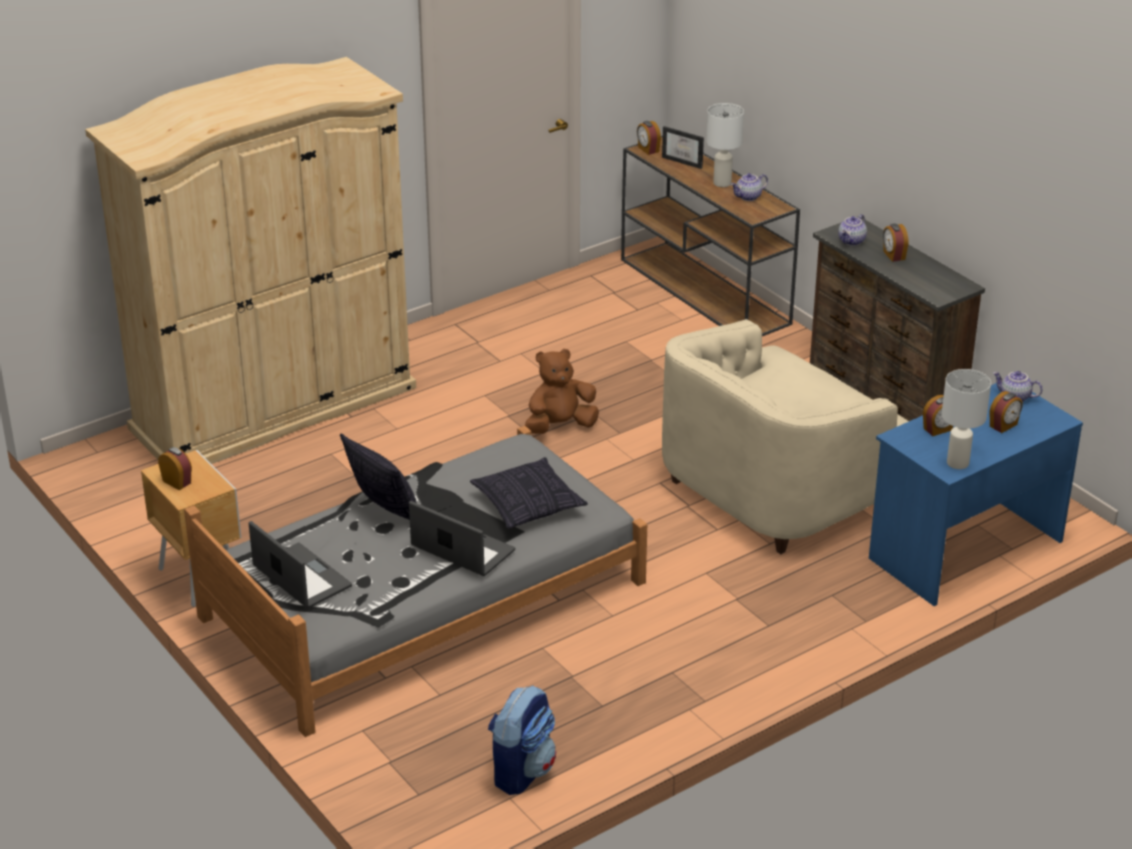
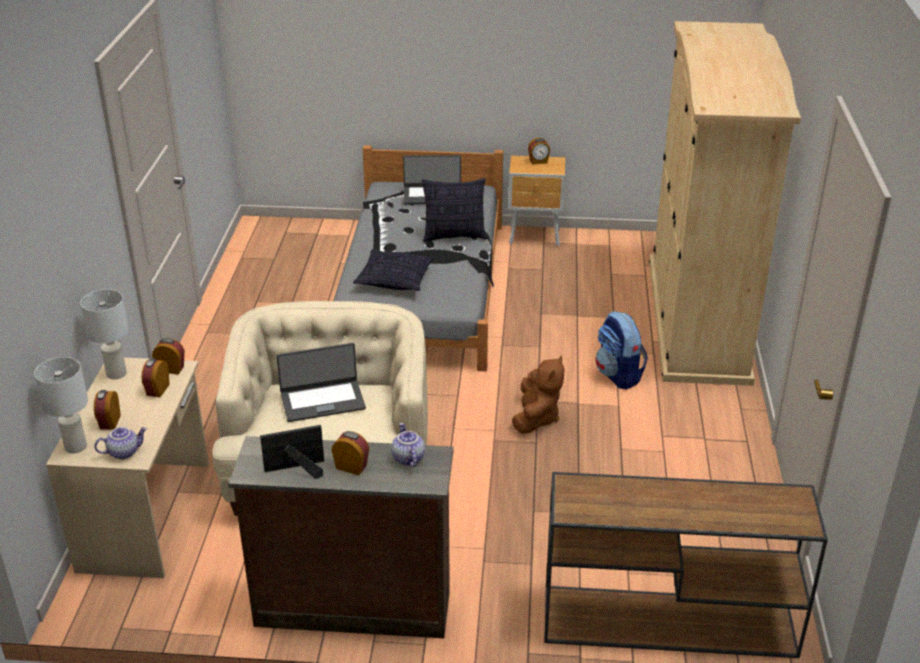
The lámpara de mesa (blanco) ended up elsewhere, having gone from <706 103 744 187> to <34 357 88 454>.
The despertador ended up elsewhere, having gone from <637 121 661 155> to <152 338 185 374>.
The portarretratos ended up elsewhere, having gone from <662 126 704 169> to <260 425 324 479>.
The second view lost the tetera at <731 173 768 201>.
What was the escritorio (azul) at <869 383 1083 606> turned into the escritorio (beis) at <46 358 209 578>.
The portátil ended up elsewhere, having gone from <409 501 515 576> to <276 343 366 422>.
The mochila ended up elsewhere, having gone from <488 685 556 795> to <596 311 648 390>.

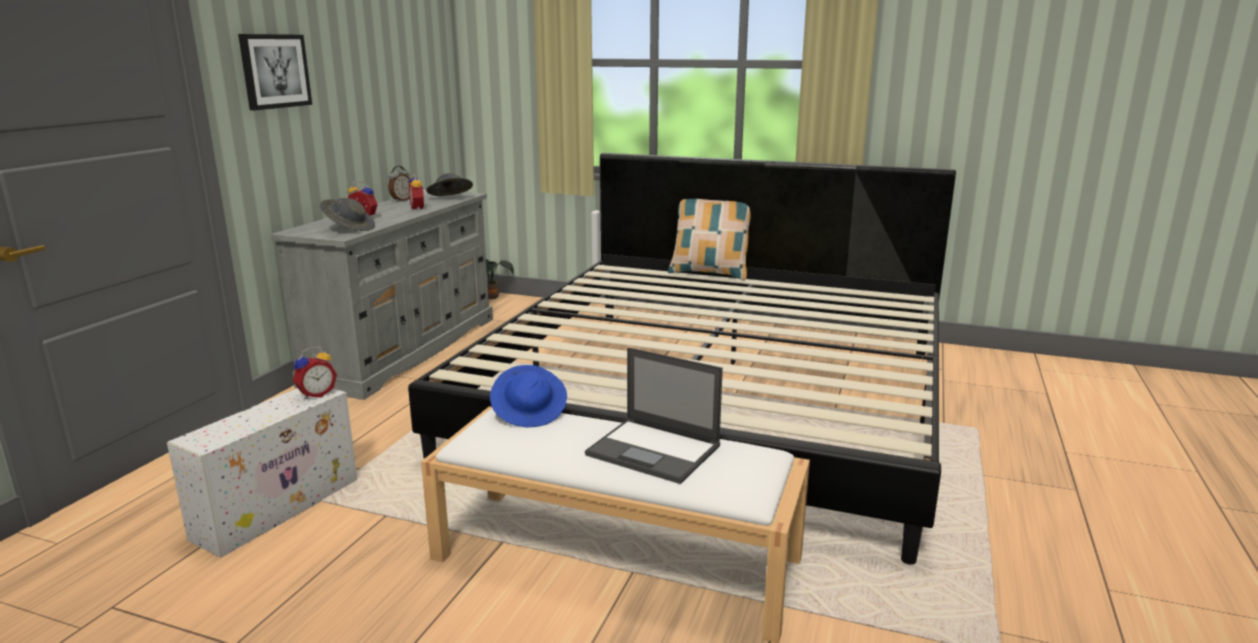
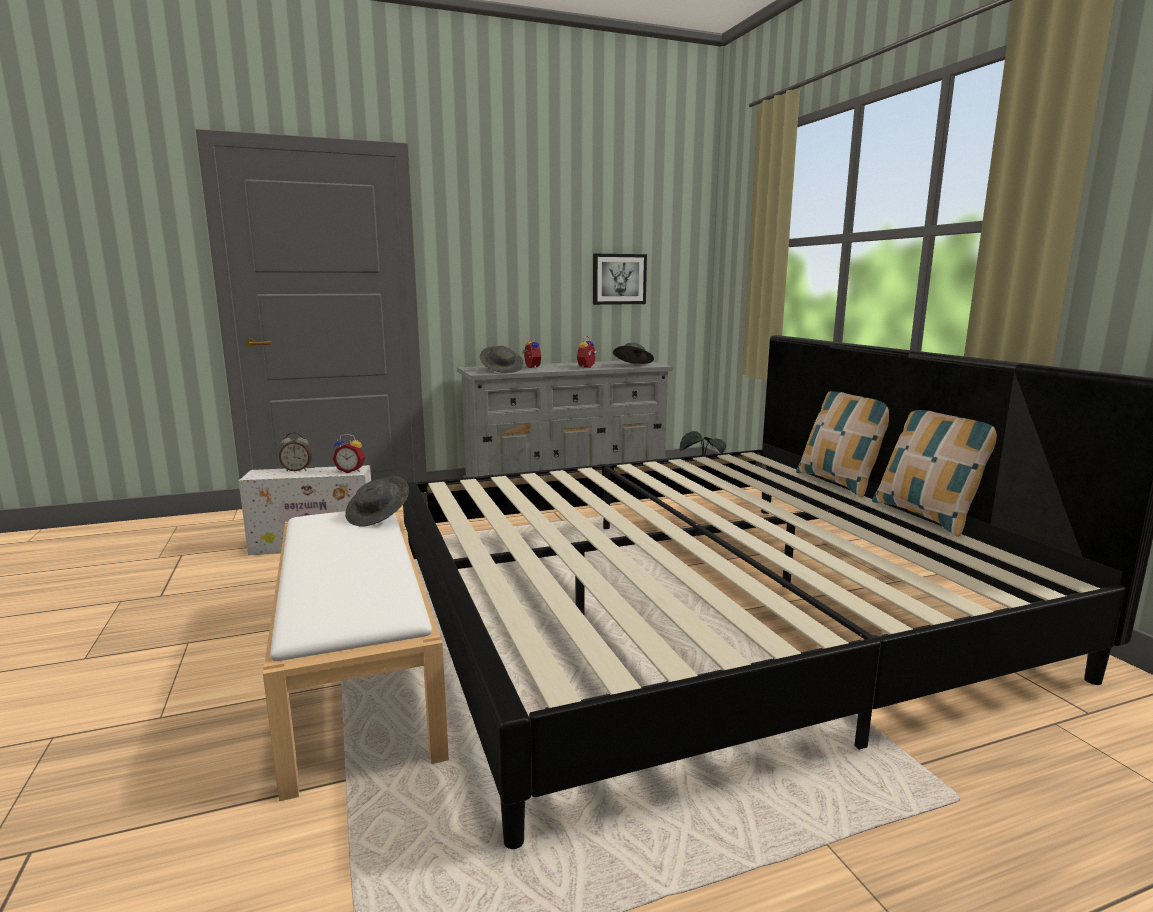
The cuadro ended up elsewhere, having gone from <238 34 312 110> to <593 254 647 305>.
The despertador ended up elsewhere, having gone from <388 166 410 202> to <279 432 312 471>.
The second view lost the portátil at <585 347 723 484>.
What was the sombrero (azul) at <490 365 567 427> turned into the sombrero (gris) at <345 476 409 527>.
The second view gained the cojín at <872 410 997 537>.

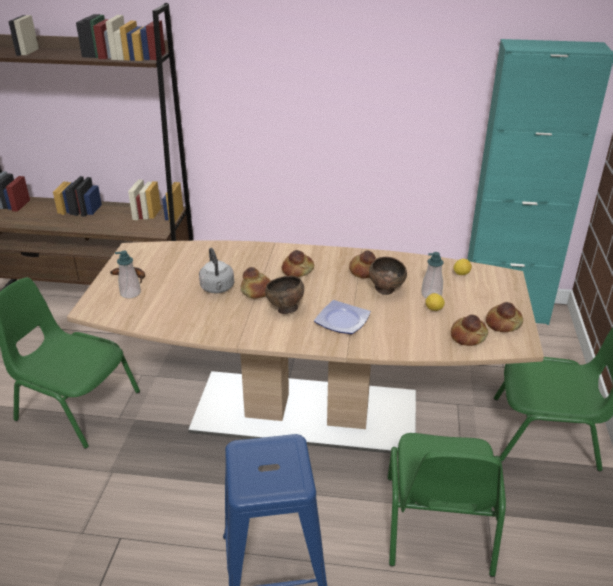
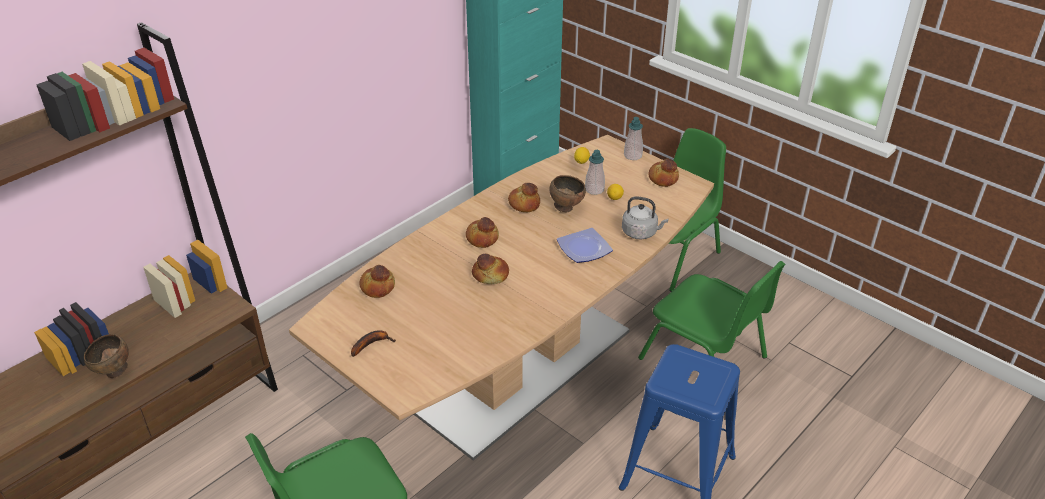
The hervidor (gris) ended up elsewhere, having gone from <199 248 234 293> to <622 196 668 239>.
The dispensador de jabón ended up elsewhere, having gone from <115 251 141 298> to <624 117 643 160>.
The cuenco (marrón) ended up elsewhere, having gone from <265 276 304 314> to <84 334 129 378>.
The pan ended up elsewhere, having gone from <451 315 488 346> to <359 265 395 298>.

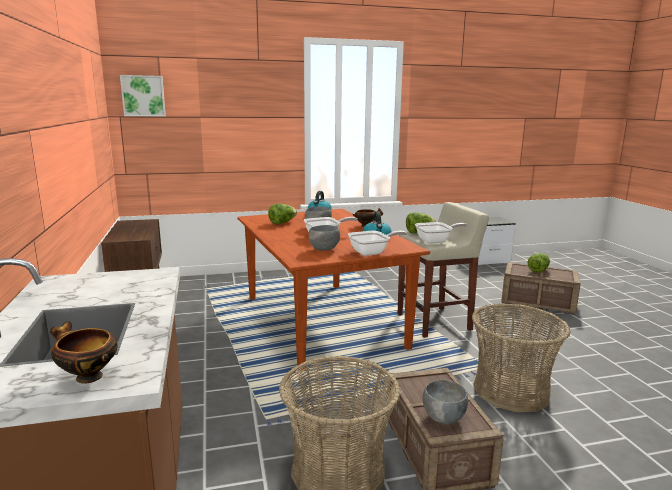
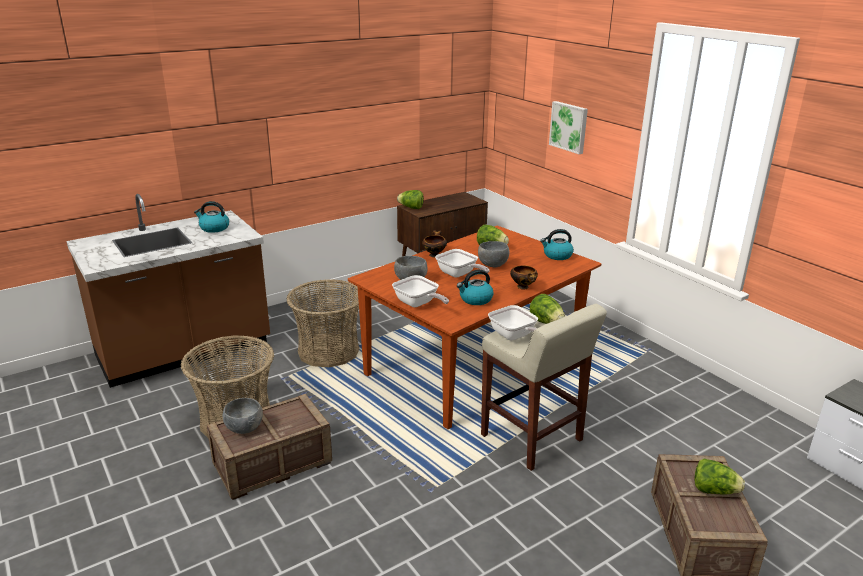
The cuadro ended up elsewhere, having gone from <120 75 166 116> to <549 101 588 154>.
The cesta ended up elsewhere, having gone from <472 303 570 412> to <286 279 359 367>.
The cuenco ended up elsewhere, having gone from <50 321 118 384> to <422 230 447 257>.
The second view gained the lechuga at <397 190 424 209>.
The second view gained the hervidor at <194 201 229 233>.

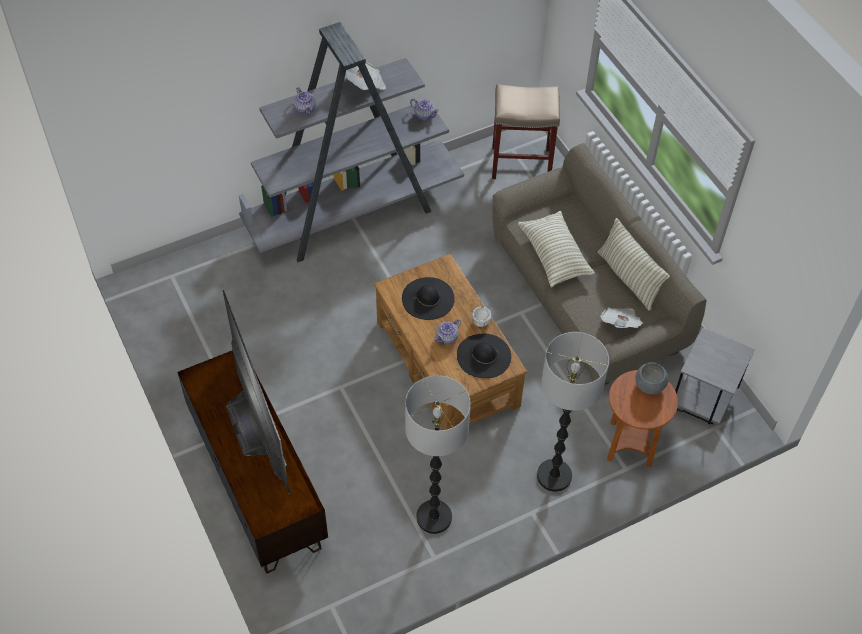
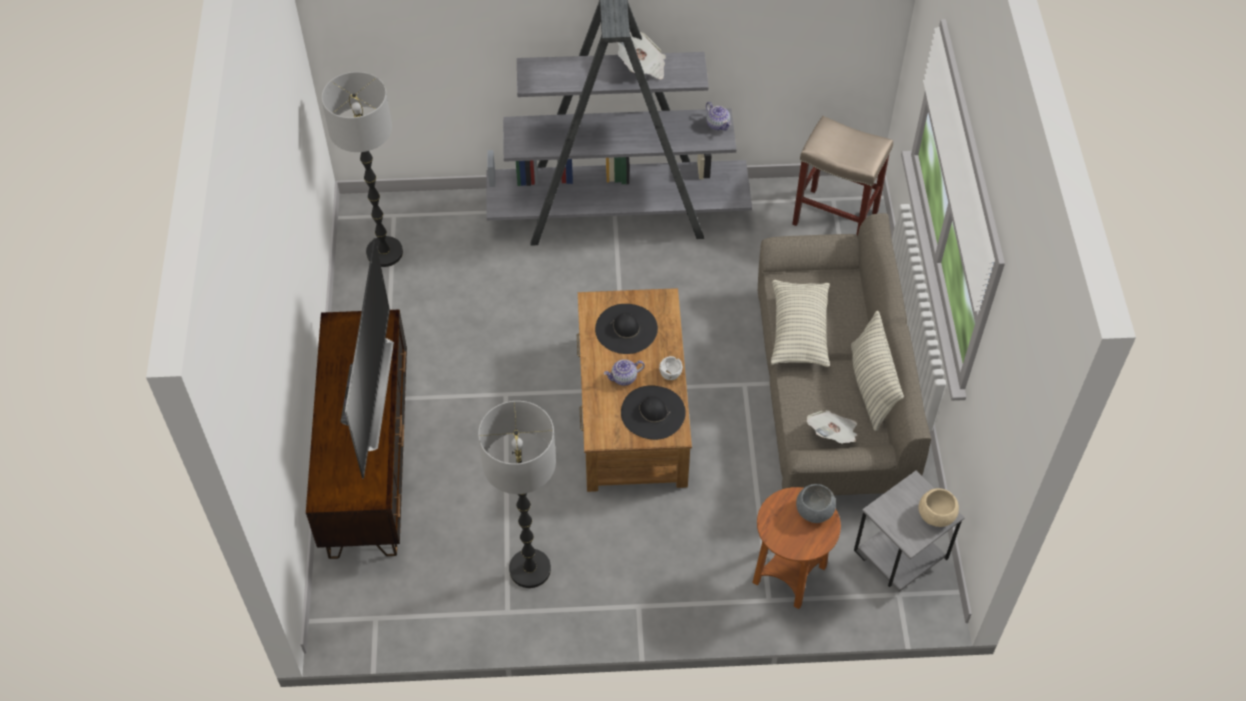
The second view lost the tetera at <294 87 316 115>.
The lámpara de pie ended up elsewhere, having gone from <537 332 609 492> to <321 72 403 267>.
The second view gained the cuenco (beis) at <919 488 959 527>.

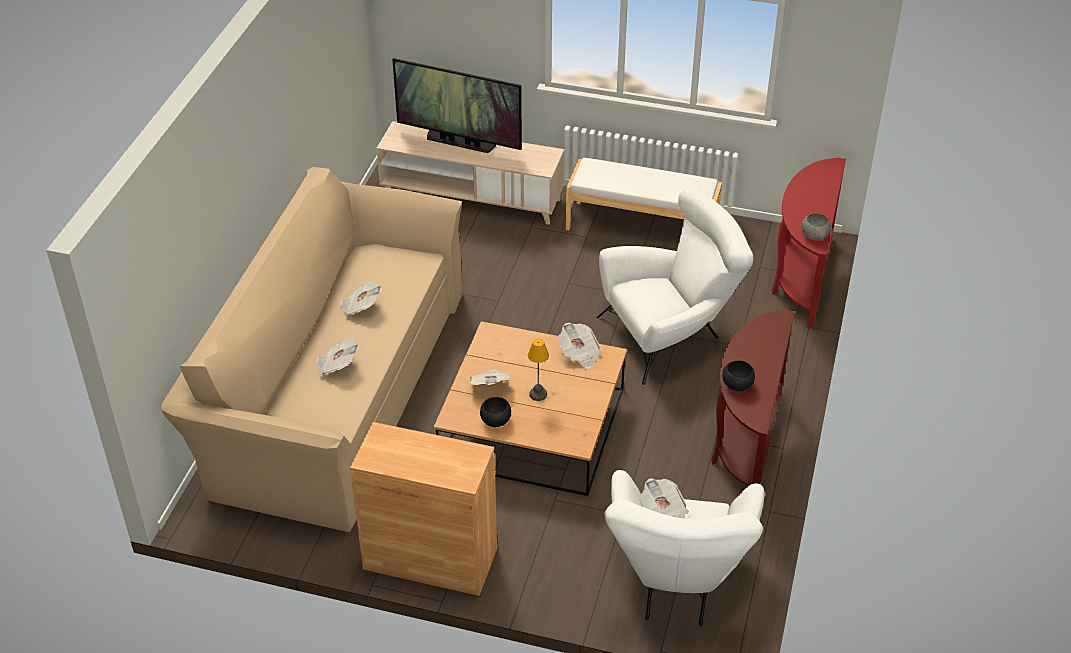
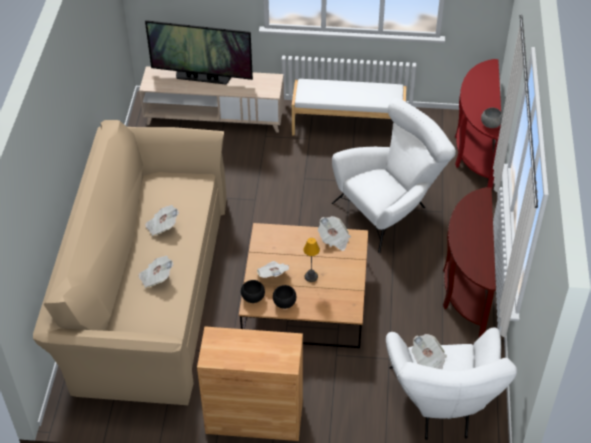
The cuenco (negro) ended up elsewhere, having gone from <722 360 755 391> to <241 280 265 303>.

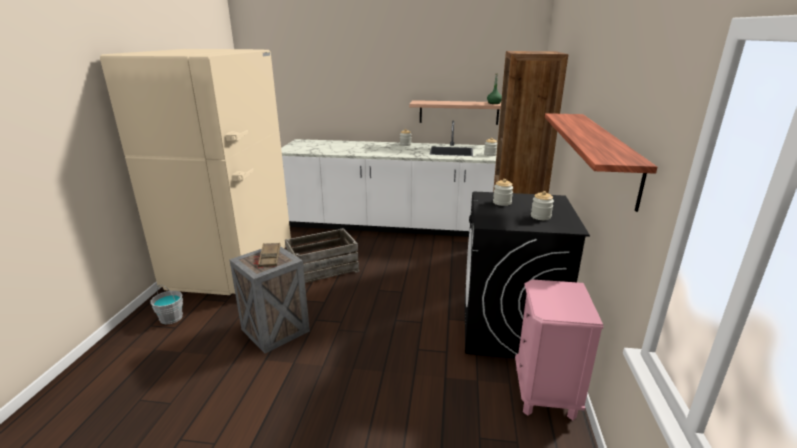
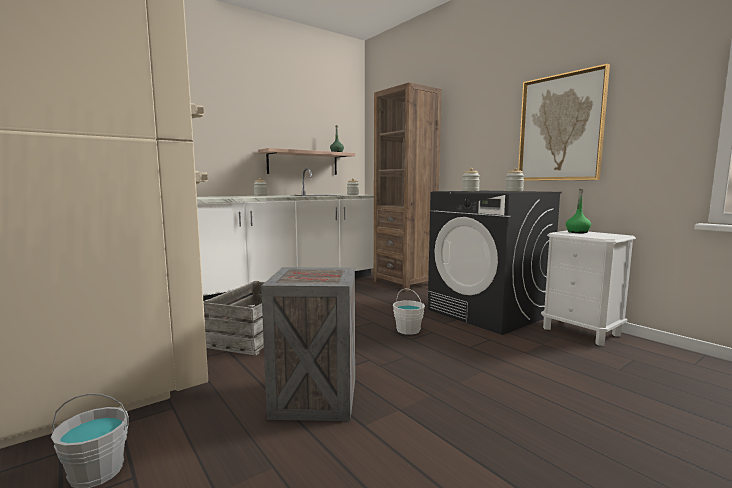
Where the estante hung at <545 113 658 212>, the cuadro came to hang at <518 64 610 181>.
The second view lost the bandeja (marrón) at <258 243 280 267>.
What was the mesita de noche (rosa) at <515 280 603 420> turned into the mesita de noche (blanco) at <541 230 636 346>.
The second view gained the botella (verde) at <566 189 591 233>.
The second view gained the cubo (blanco) at <393 289 425 335>.

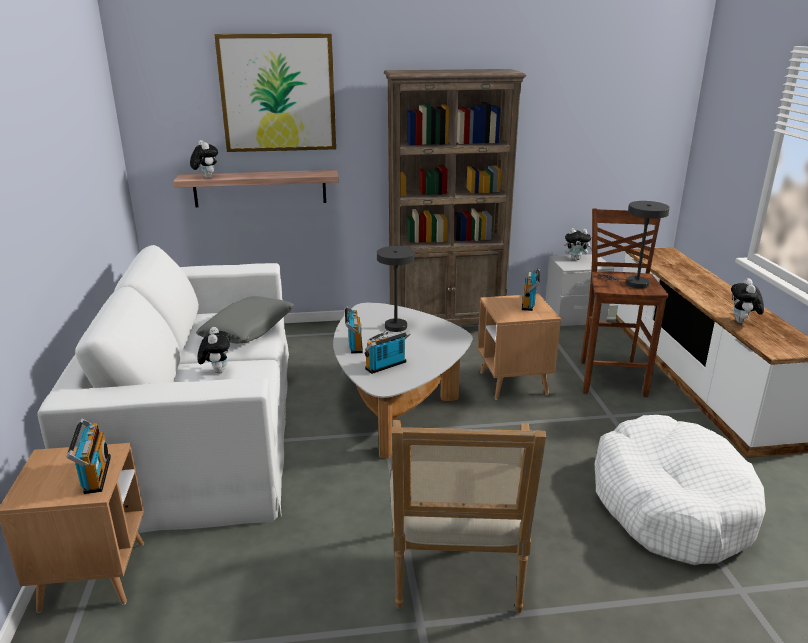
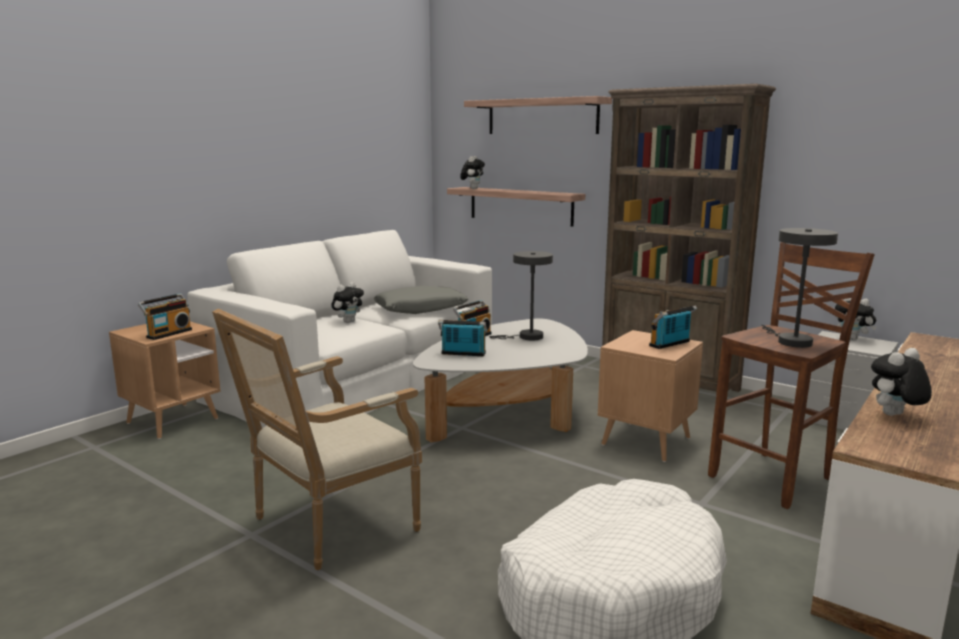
Where the cuadro hung at <214 33 336 152>, the estante came to hang at <464 96 612 134>.

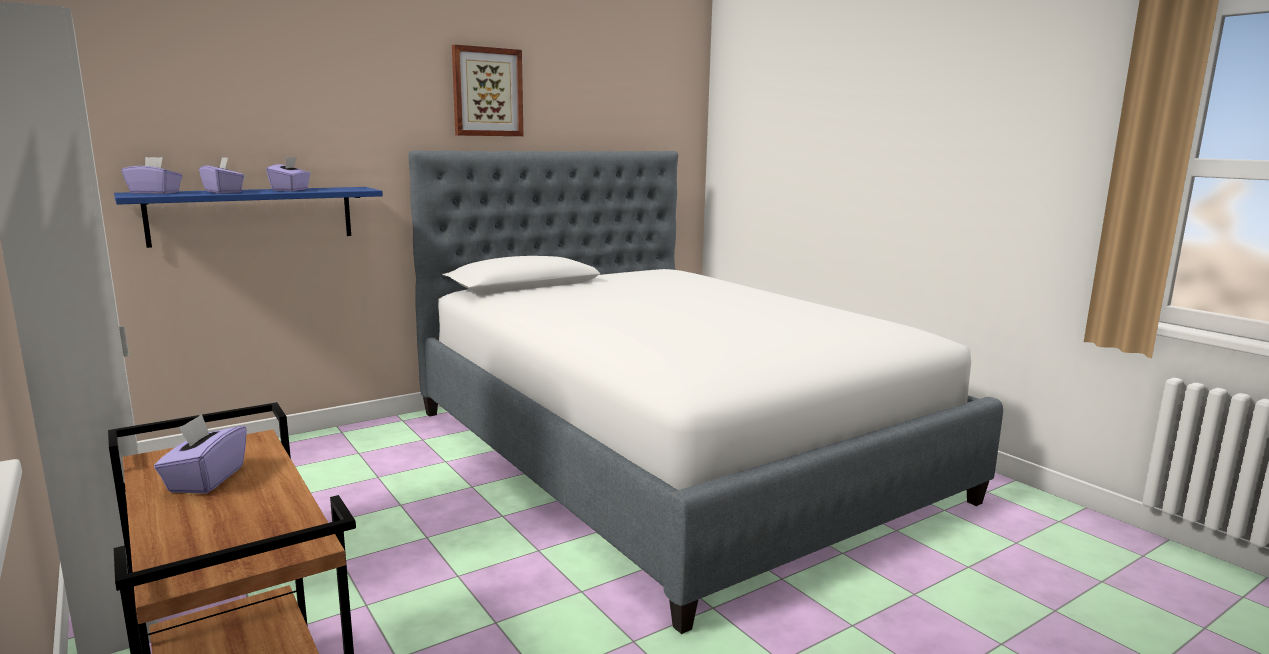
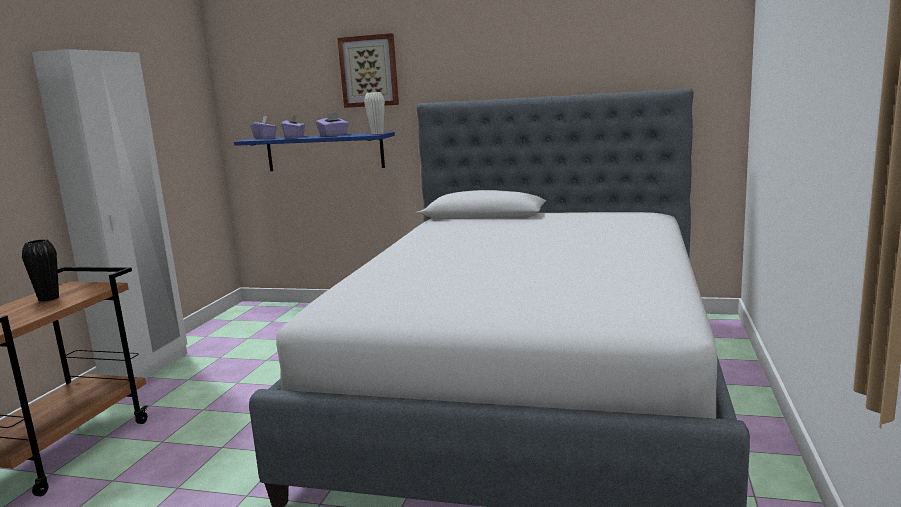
The cuadro ended up elsewhere, having gone from <452 44 523 136> to <337 33 399 108>.
Where the caja de pañuelos (morado) stood at <154 414 247 494>, the florero (negro) came to stand at <22 239 59 302>.
The second view gained the florero (blanco) at <364 92 385 134>.

